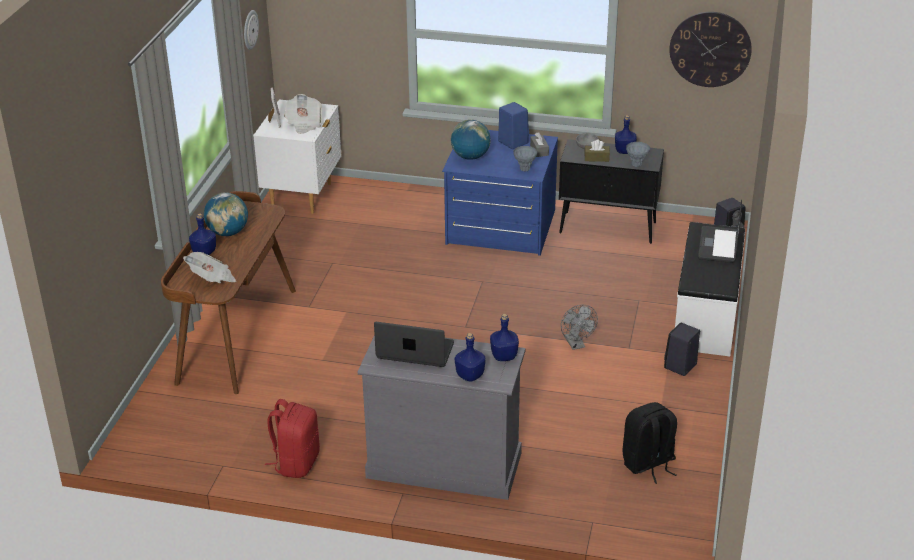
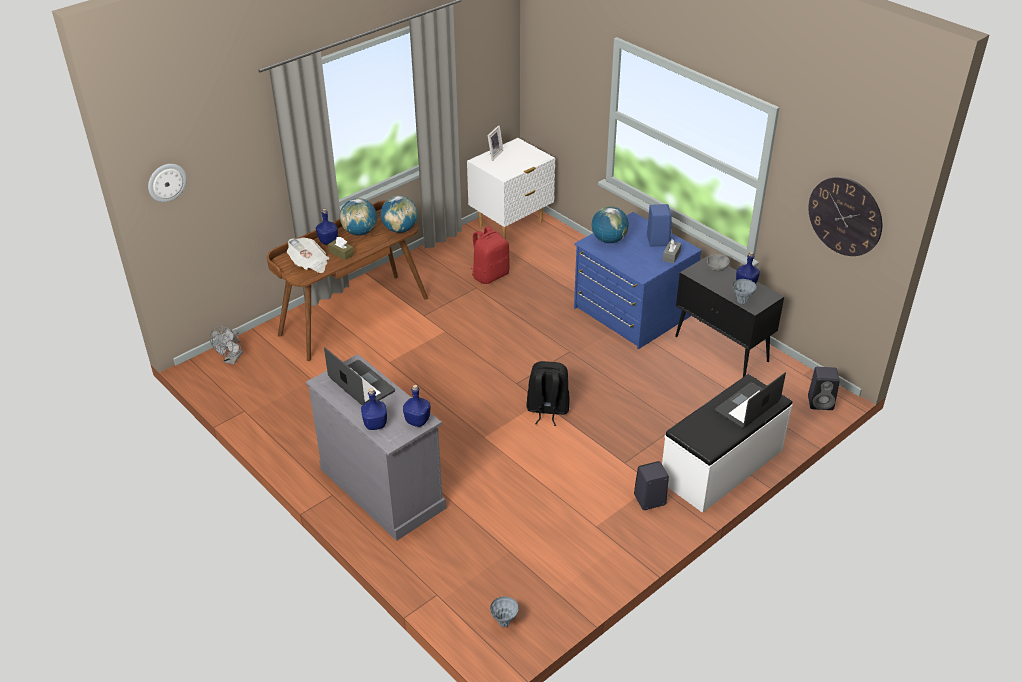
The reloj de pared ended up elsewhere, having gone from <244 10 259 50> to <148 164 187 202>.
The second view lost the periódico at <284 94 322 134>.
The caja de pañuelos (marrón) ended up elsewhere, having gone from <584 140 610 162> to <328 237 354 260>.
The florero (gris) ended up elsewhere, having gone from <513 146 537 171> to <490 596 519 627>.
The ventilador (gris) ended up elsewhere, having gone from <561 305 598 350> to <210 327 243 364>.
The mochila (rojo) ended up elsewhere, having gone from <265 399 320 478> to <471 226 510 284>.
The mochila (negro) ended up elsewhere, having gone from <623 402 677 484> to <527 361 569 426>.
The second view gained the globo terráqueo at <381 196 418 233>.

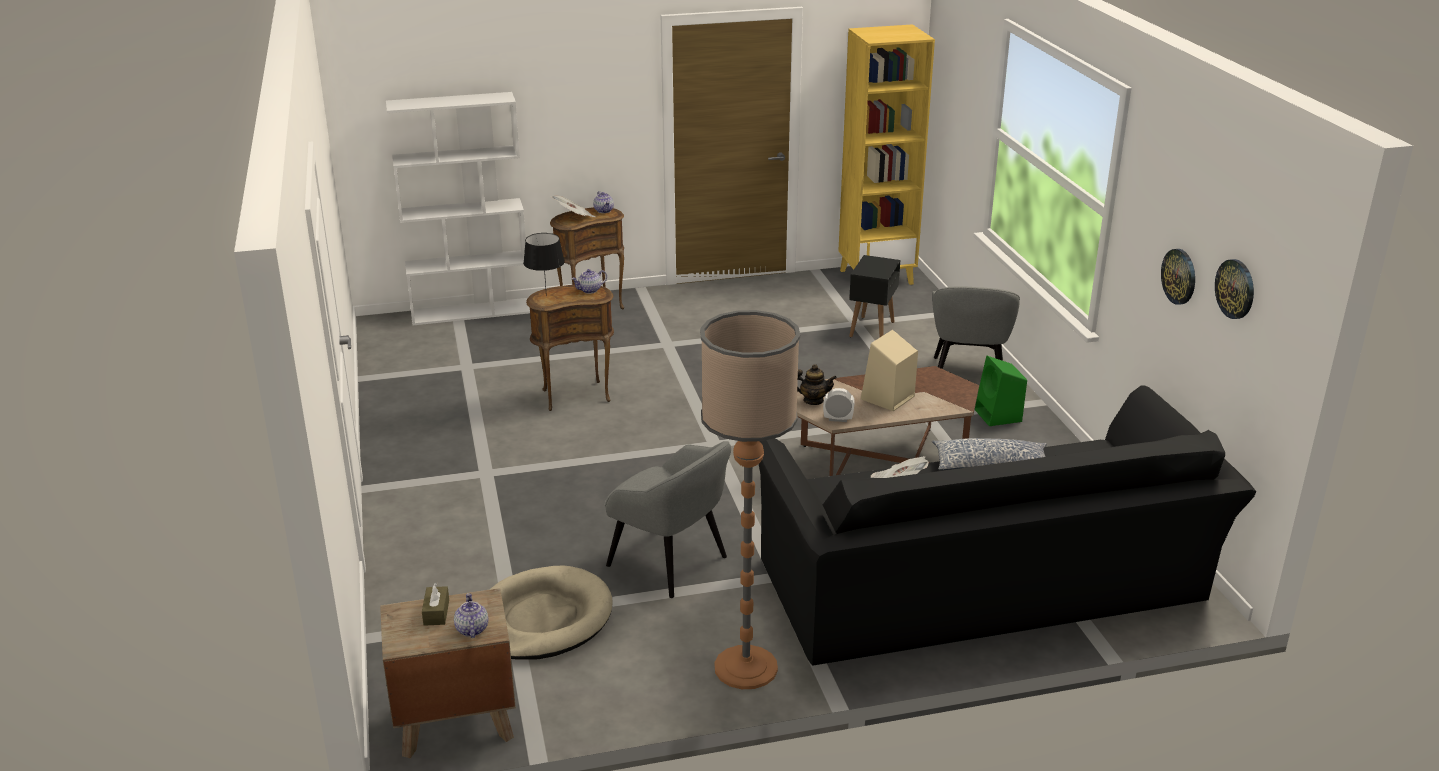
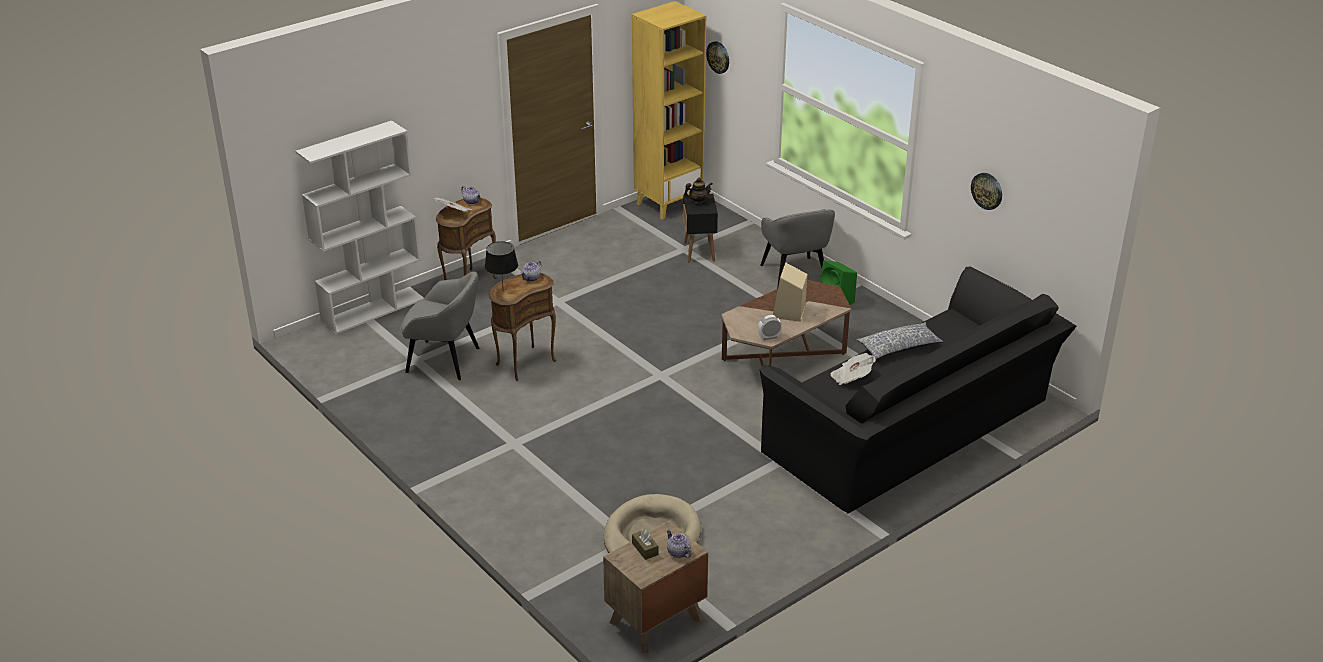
The reloj de pared ended up elsewhere, having gone from <1215 259 1254 319> to <706 41 729 74>.
The second view lost the lámpara de pie at <700 310 800 689>.
The tetera ended up elsewhere, having gone from <797 364 837 405> to <684 178 713 205>.
The sillón (gris) ended up elsewhere, having gone from <605 441 731 598> to <401 272 479 380>.

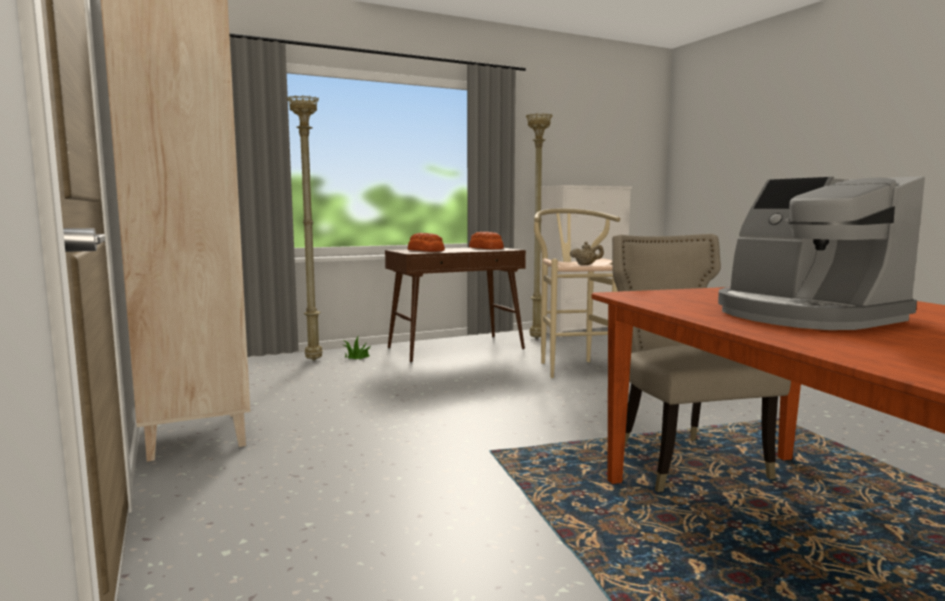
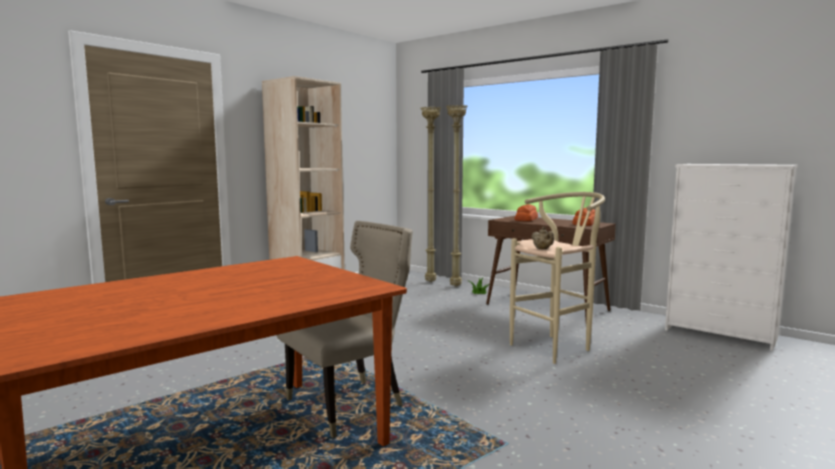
The lámpara de pie (beis) ended up elsewhere, having gone from <526 113 552 338> to <421 107 441 282>.
The second view lost the cafetera at <718 176 925 330>.

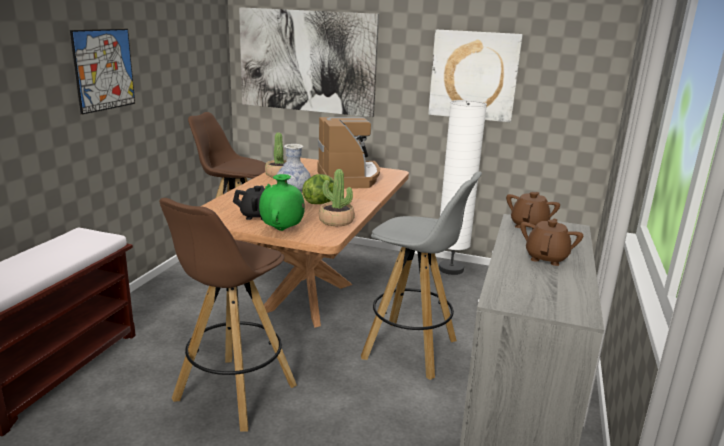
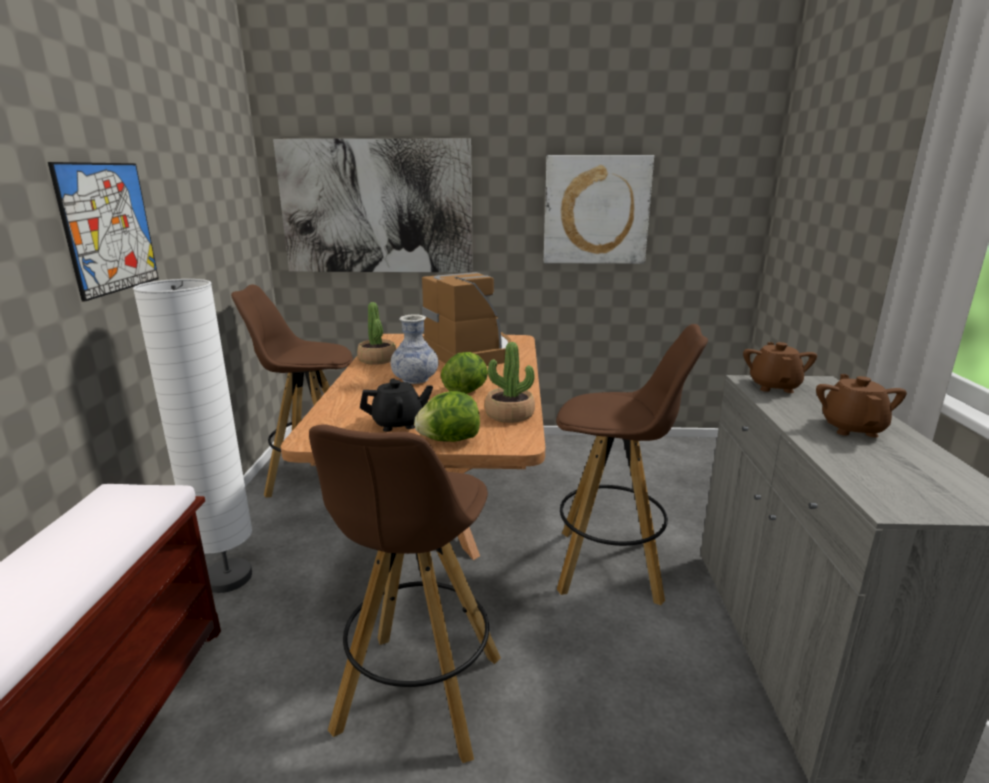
The lámpara de pie (blanco) ended up elsewhere, having gone from <439 100 487 275> to <133 279 252 593>.
What was the taburete (gris) at <361 171 482 380> turned into the taburete (marrón) at <556 324 708 605>.
Where the florero (verde) stood at <259 174 305 231>, the lechuga came to stand at <414 391 480 442>.

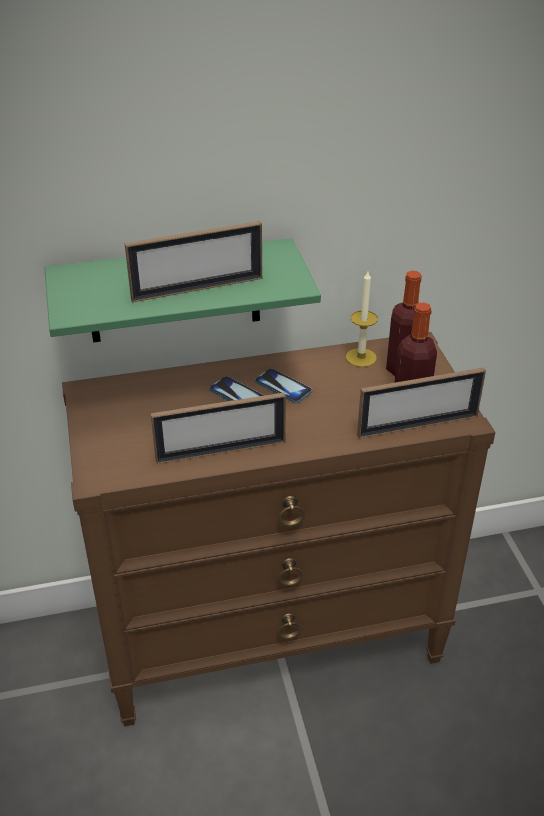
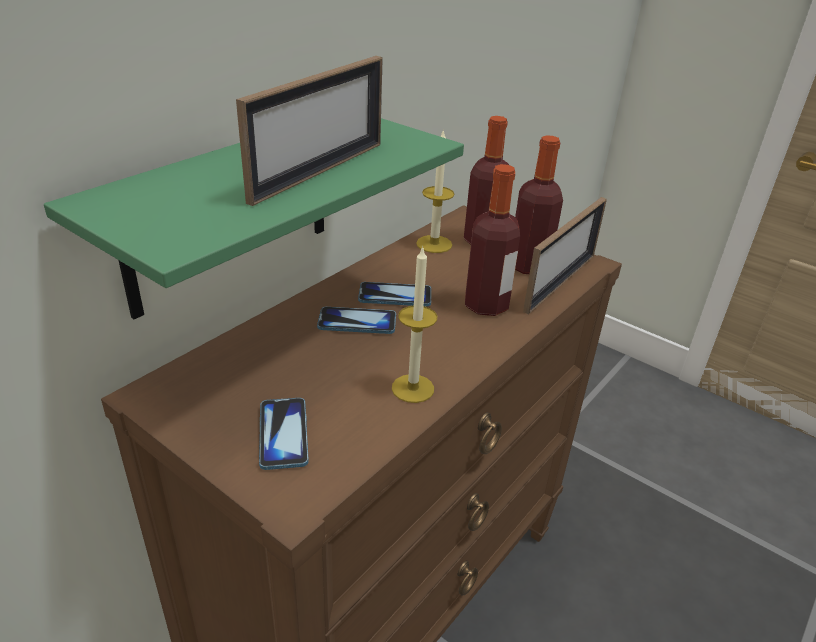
Where the portarretratos stood at <150 393 286 464>, the vela came to stand at <392 246 437 403>.
The second view gained the botella at <465 164 520 316>.
The second view gained the móvil at <259 398 309 470>.

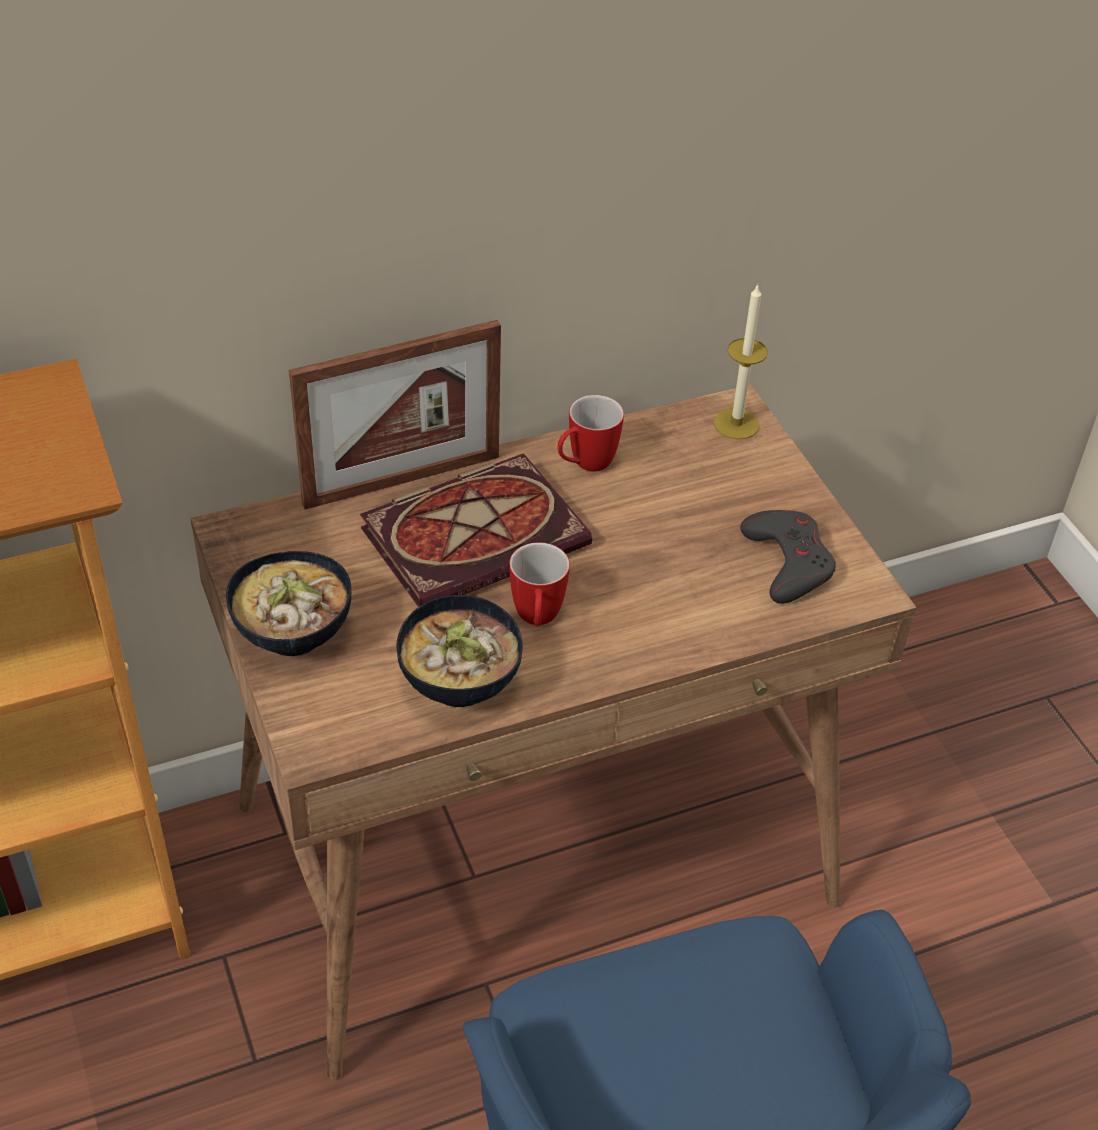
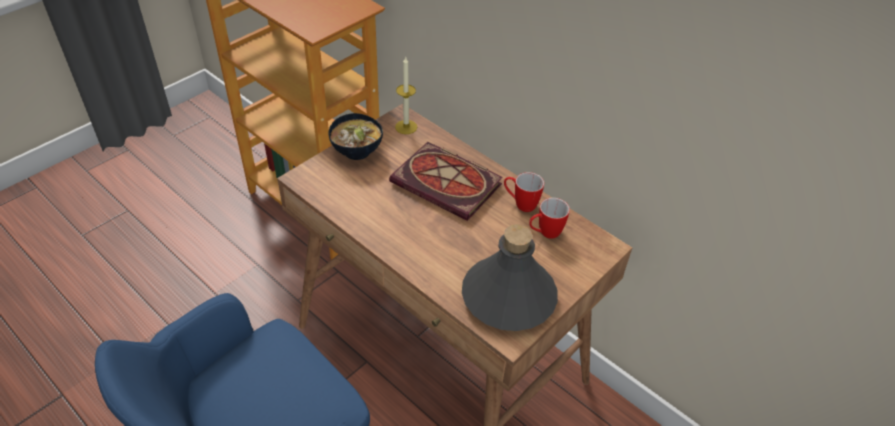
The vela ended up elsewhere, having gone from <714 284 768 440> to <395 57 417 134>.
The second view lost the portarretratos at <289 320 501 510>.
Where the mando de consola (gris) stood at <740 510 836 604>, the botella (gris) came to stand at <462 224 558 331>.
The taza grande ended up elsewhere, having gone from <509 542 570 626> to <529 198 570 239>.
The second view lost the cuenco at <396 595 523 707>.

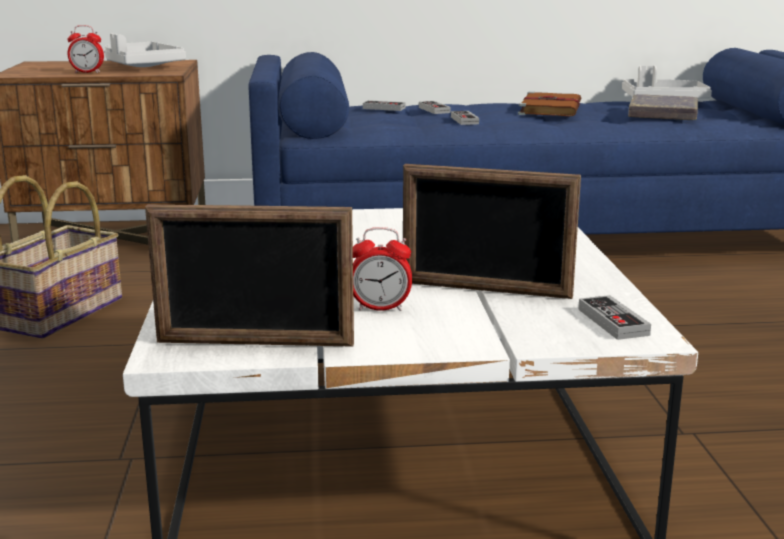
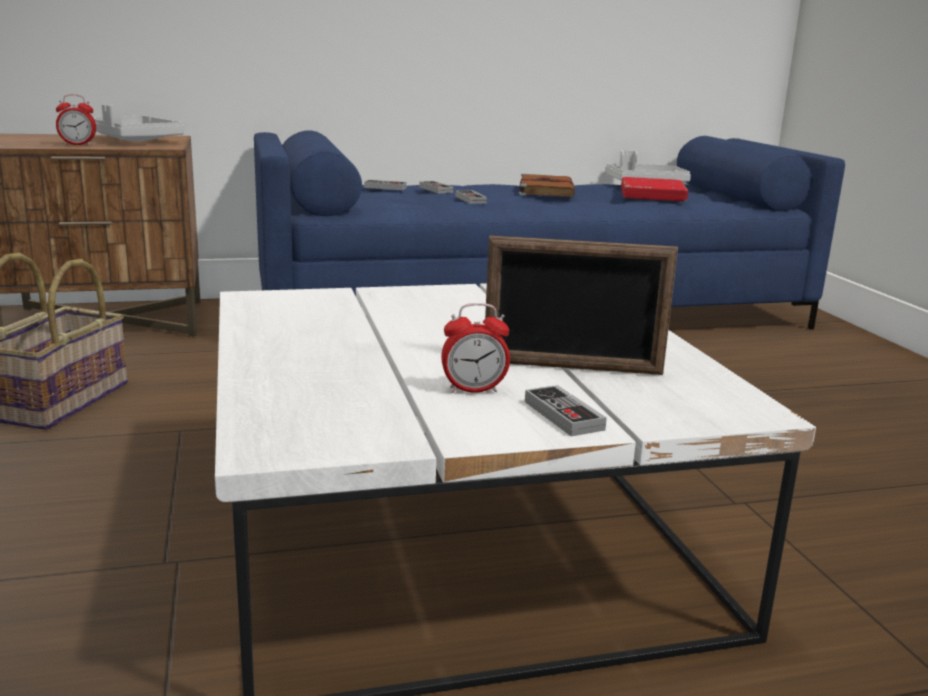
What was the libro (gris) at <628 94 698 120> turned into the libro (rojo) at <621 177 688 201>.
The second view lost the portarretratos at <145 204 354 347>.
The mando de consola ended up elsewhere, having gone from <578 295 651 340> to <525 385 607 436>.

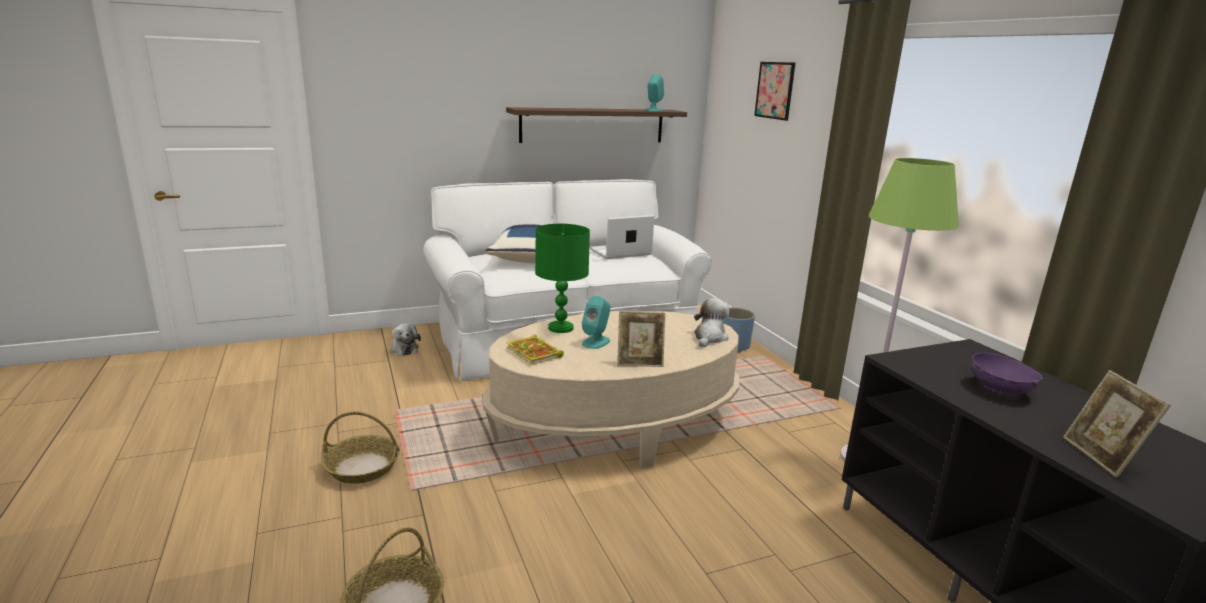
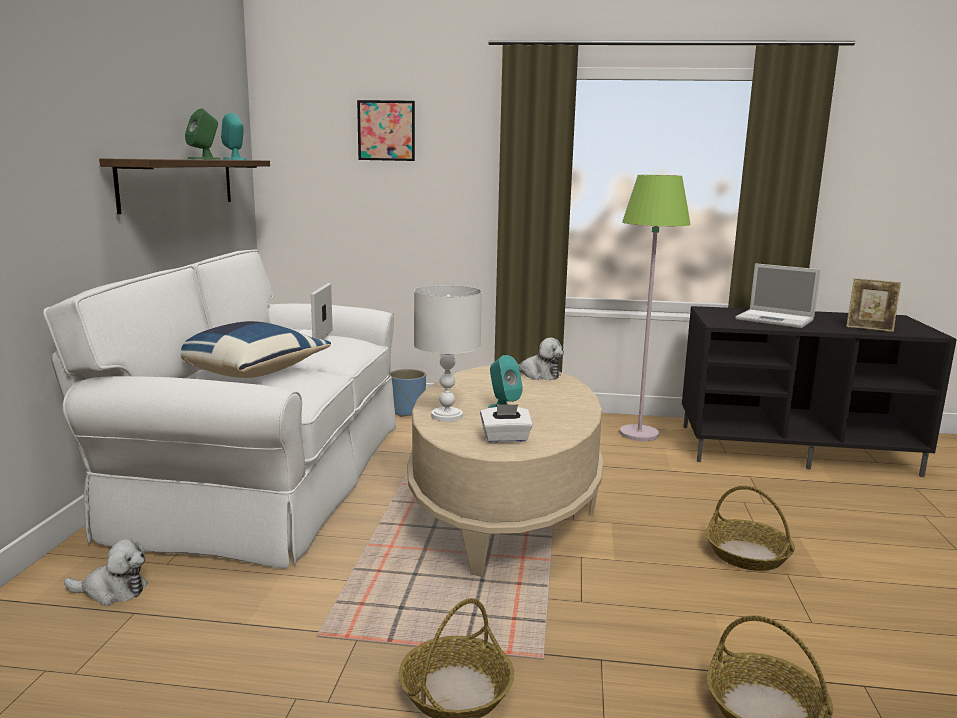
What was the lámpara de mesa (verde) at <535 224 590 333> turned into the lámpara de mesa (blanco) at <414 285 482 422>.
The peluche at <694 298 729 347> ended up facing another way, 150 degrees clockwise from before.
The second view lost the portarretratos at <617 311 666 367>.
Where the libro stood at <507 335 564 365>, the caja de pañuelos (blanco) came to stand at <480 404 533 443>.
Where the cuenco (morado) stood at <971 352 1043 394>, the portátil came to stand at <735 263 821 328>.
The second view gained the altavoz (verde) at <185 109 221 160>.
The second view gained the cesta at <706 486 795 571>.

